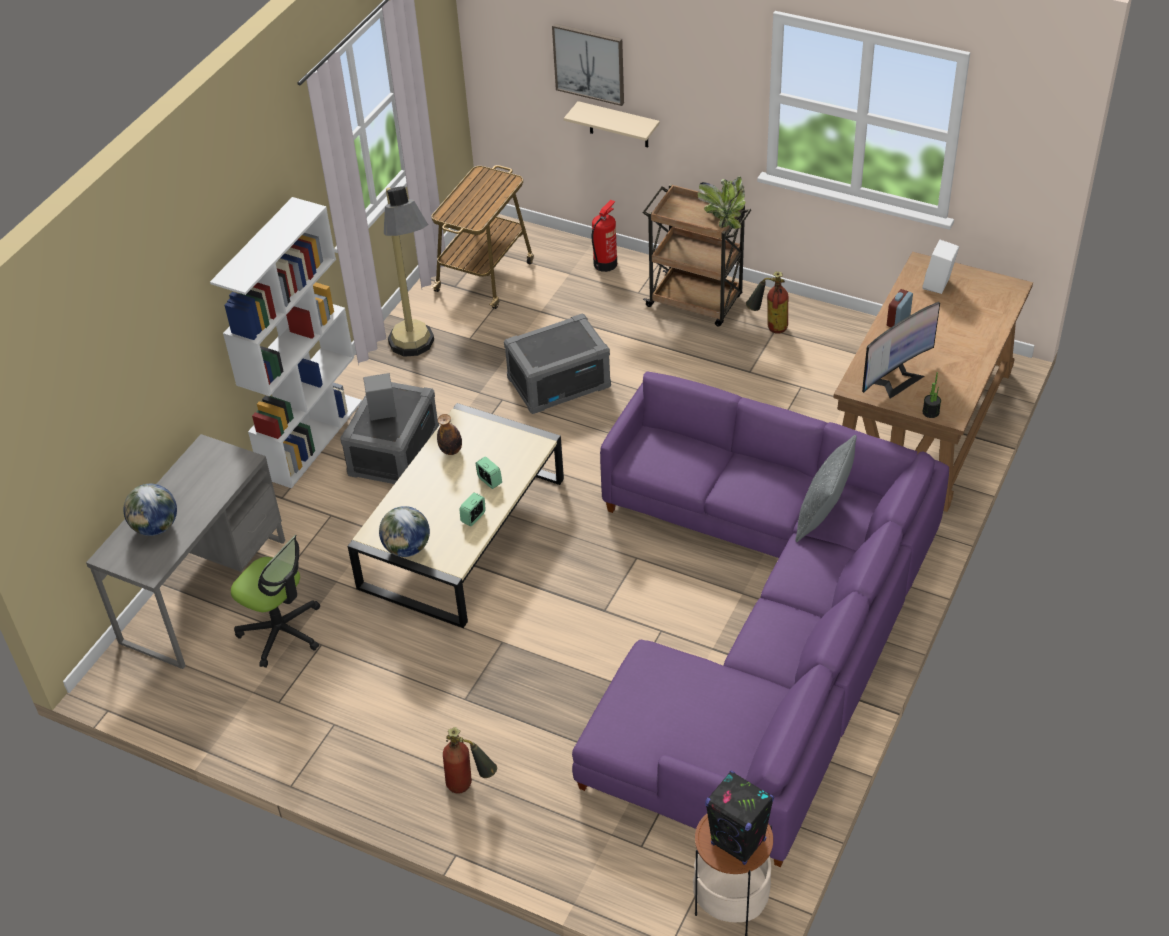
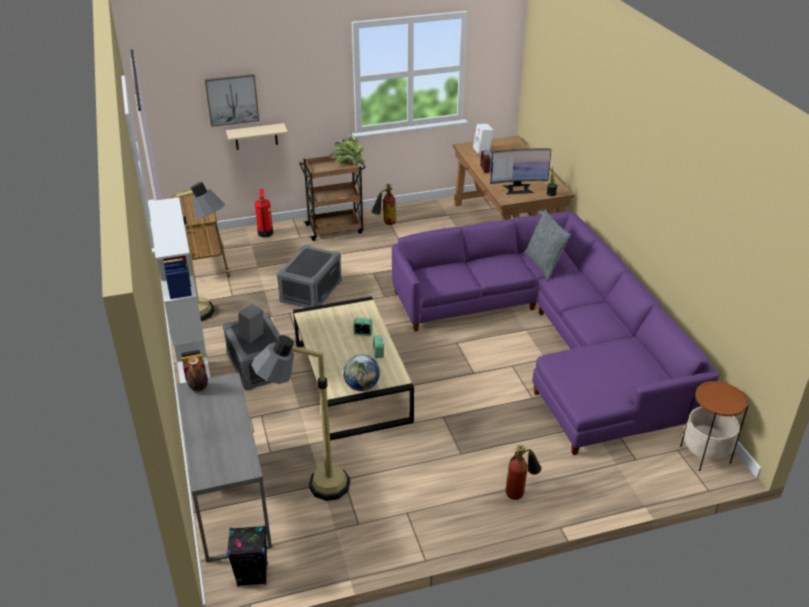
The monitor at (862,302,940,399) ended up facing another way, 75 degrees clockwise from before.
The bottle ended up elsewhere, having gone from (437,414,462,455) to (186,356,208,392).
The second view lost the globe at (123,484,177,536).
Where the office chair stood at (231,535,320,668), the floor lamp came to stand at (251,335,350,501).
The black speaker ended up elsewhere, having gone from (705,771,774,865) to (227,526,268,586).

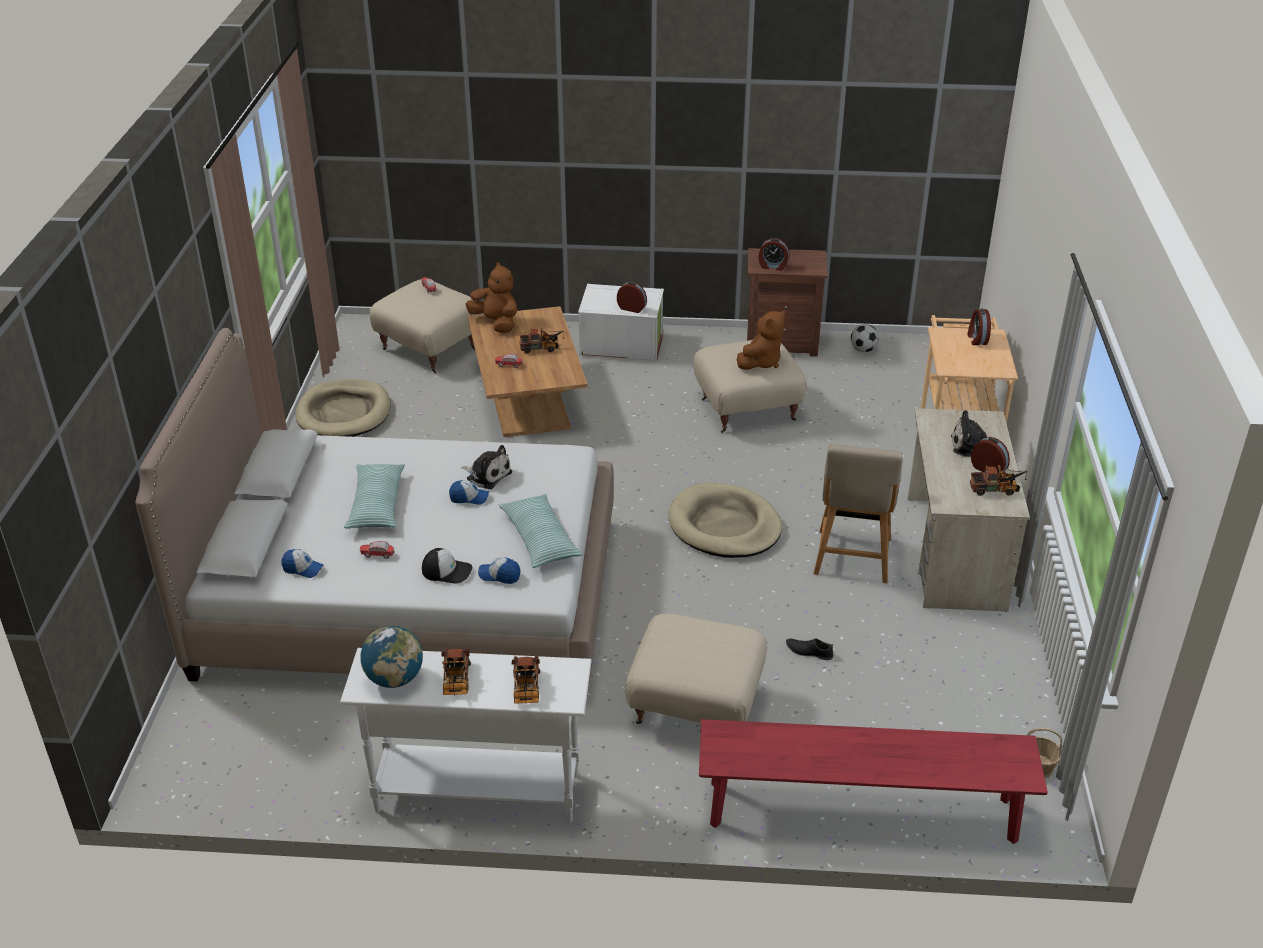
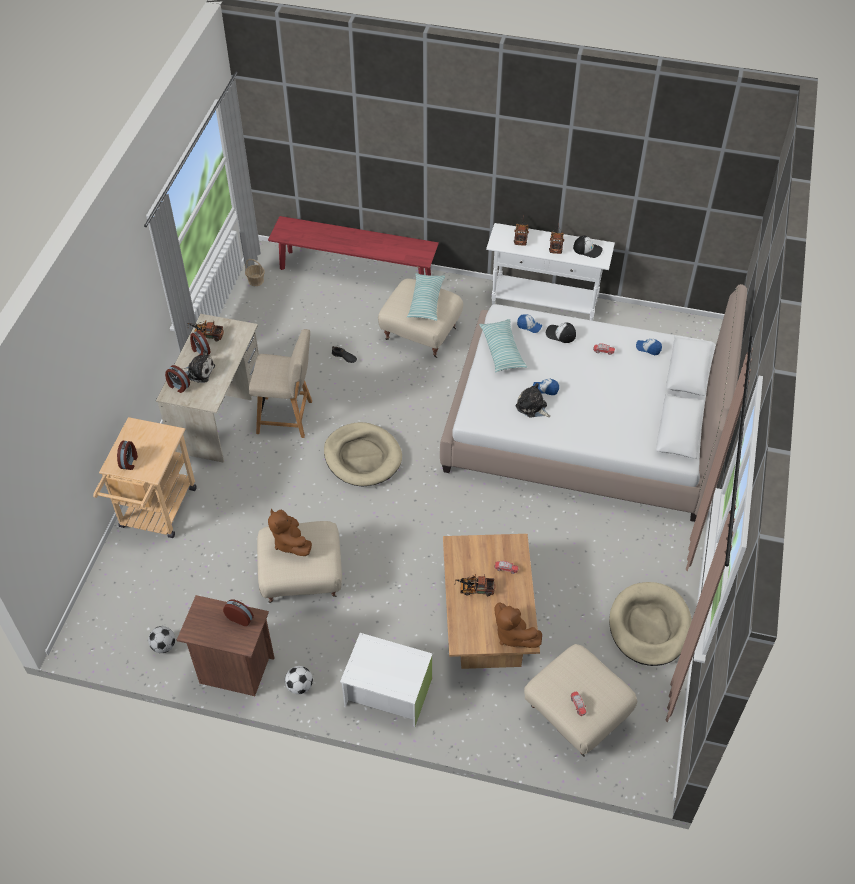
The alarm clock ended up elsewhere, having gone from (617,282,647,313) to (165,365,190,393).
The brown plush toy at (737,310,786,370) ended up facing another way, 75 degrees counterclockwise from before.
The beige chair at (814,444,903,583) ended up facing another way, 75 degrees clockwise from before.
The pillow ended up elsewhere, having gone from (344,464,405,529) to (407,273,445,321).
Where the globe stood at (360,626,423,688), the cap came to stand at (573,236,603,258).
The second view gained the football at (285,666,313,694).

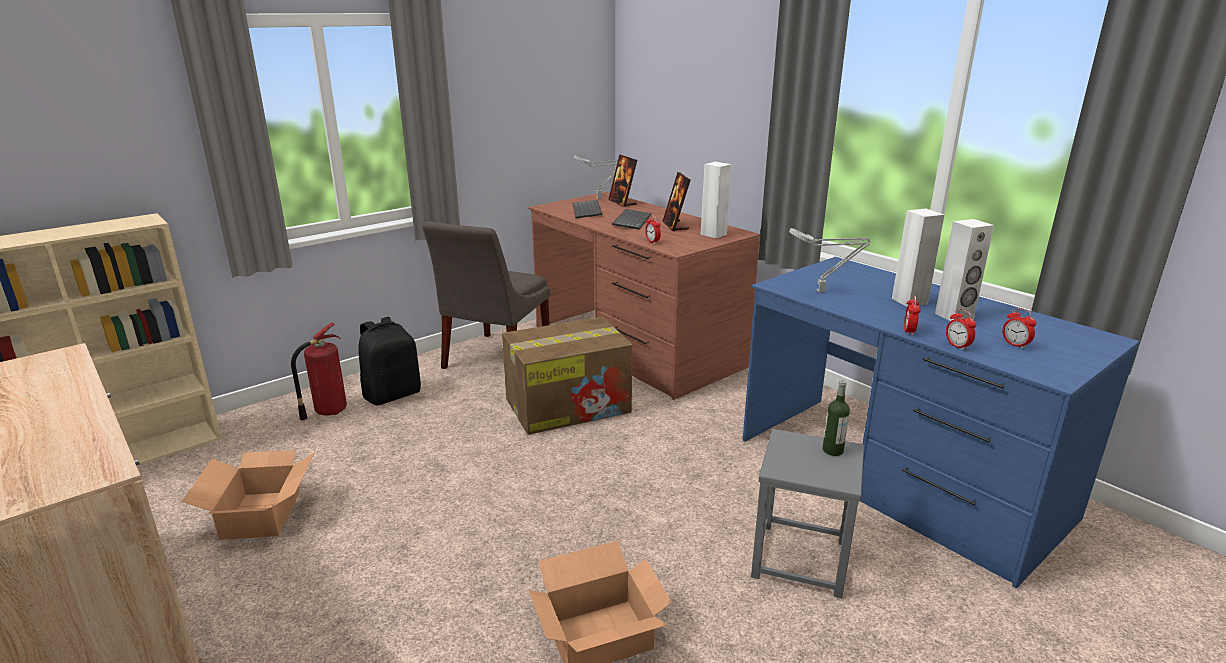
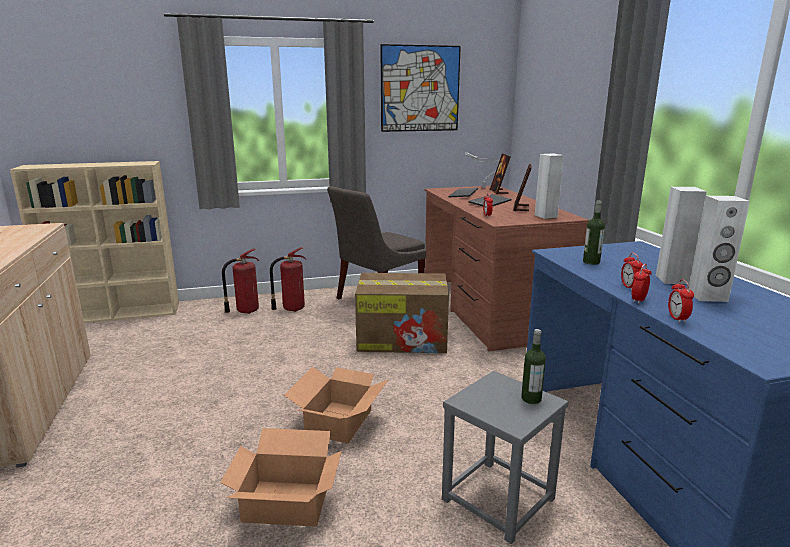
Where the grey table lamp stood at (789,228,870,293), the bottle came to stand at (583,200,605,265).
The alarm clock ended up elsewhere, having gone from (1003,308,1036,349) to (621,253,643,290).
Where the black backpack stood at (358,317,421,405), the fire extinguisher came to stand at (270,247,306,312).
The cardboard box ended up elsewhere, having gone from (182,450,315,540) to (284,367,389,444).
The second view gained the picture at (380,44,461,132).

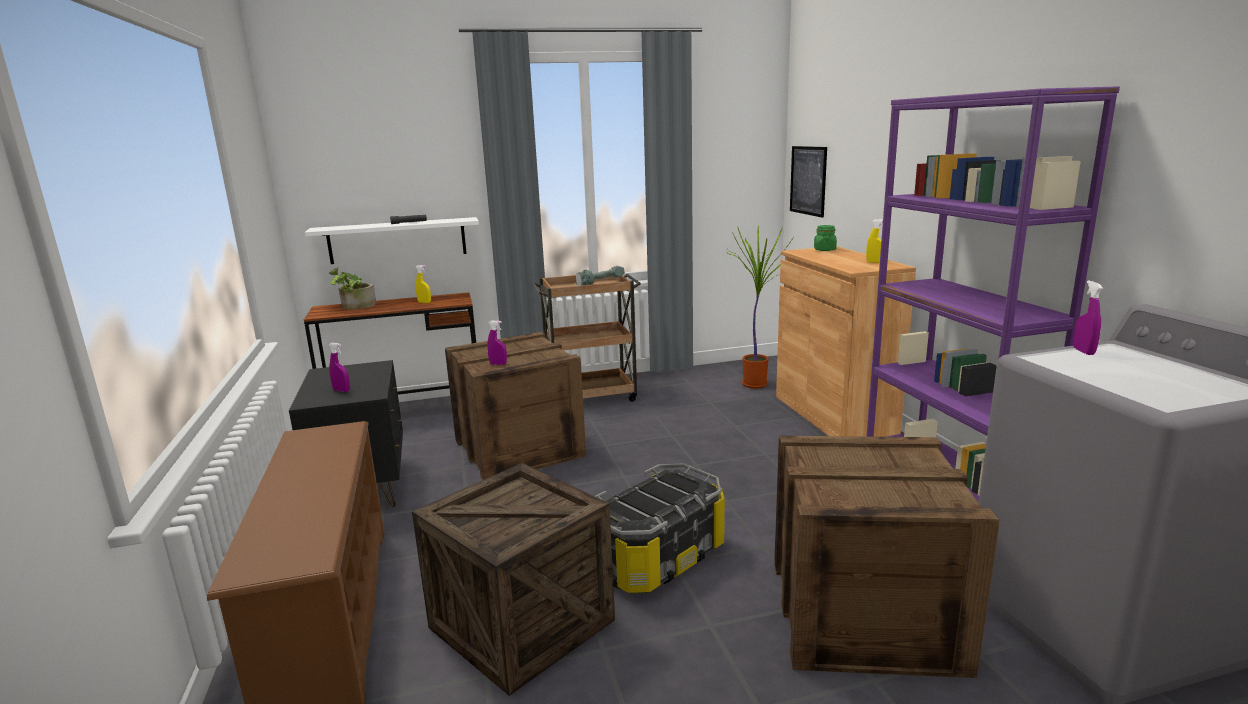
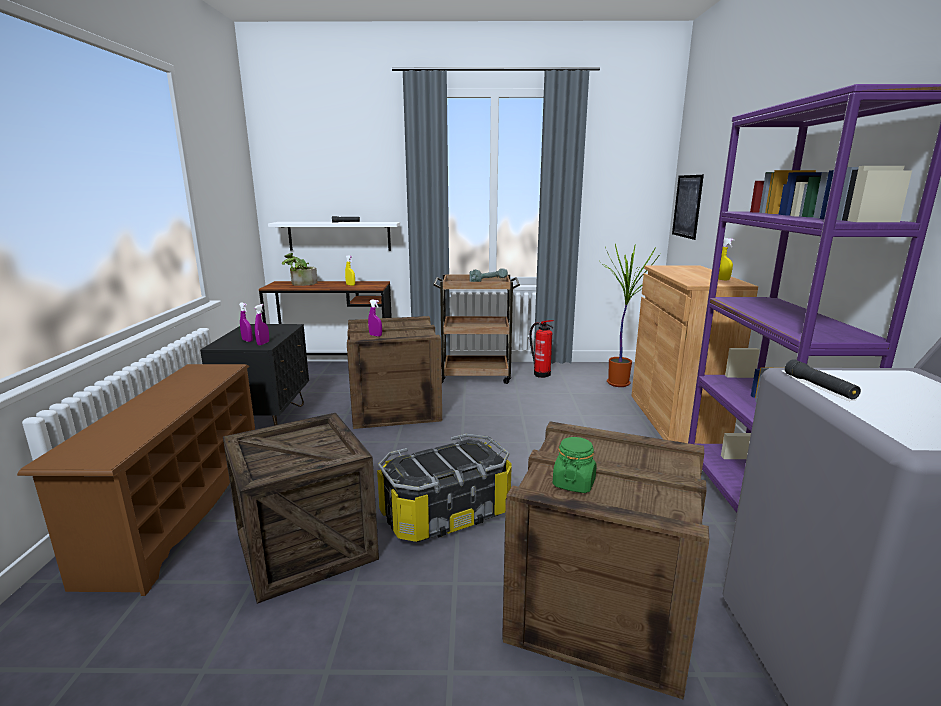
The green jar ended up elsewhere, having gone from (814,225,837,251) to (553,437,596,493).
The purple spray bottle ended up elsewhere, having gone from (1073,281,1103,355) to (255,304,269,345).
The second view gained the fire extinguisher at (529,320,554,378).
The second view gained the black flashlight at (785,359,861,400).

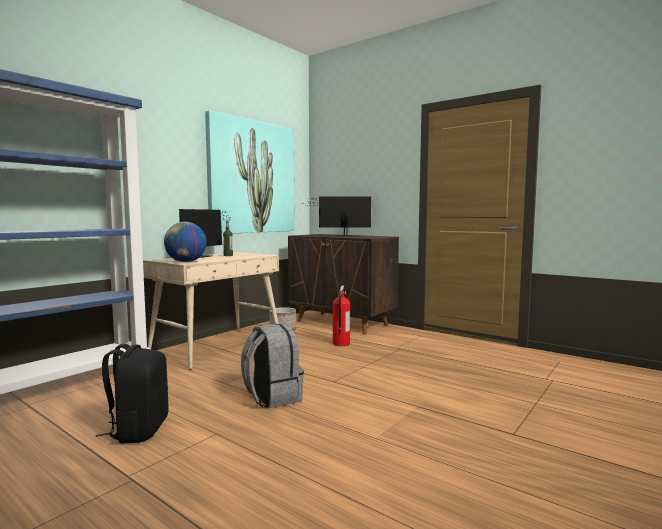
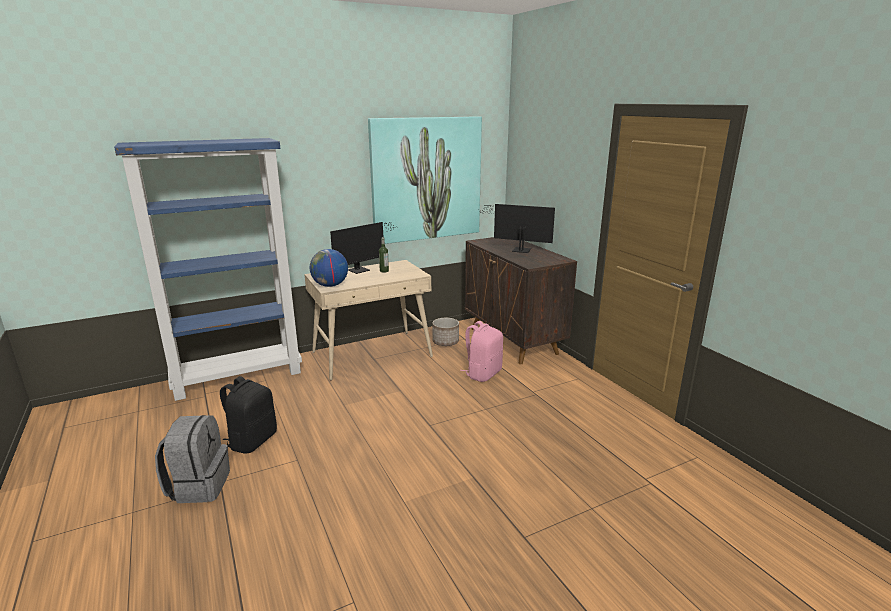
Where the fire extinguisher stood at (333,285,350,346), the pink backpack came to stand at (460,321,503,382).
The grey backpack ended up elsewhere, having gone from (241,323,304,409) to (155,415,230,503).

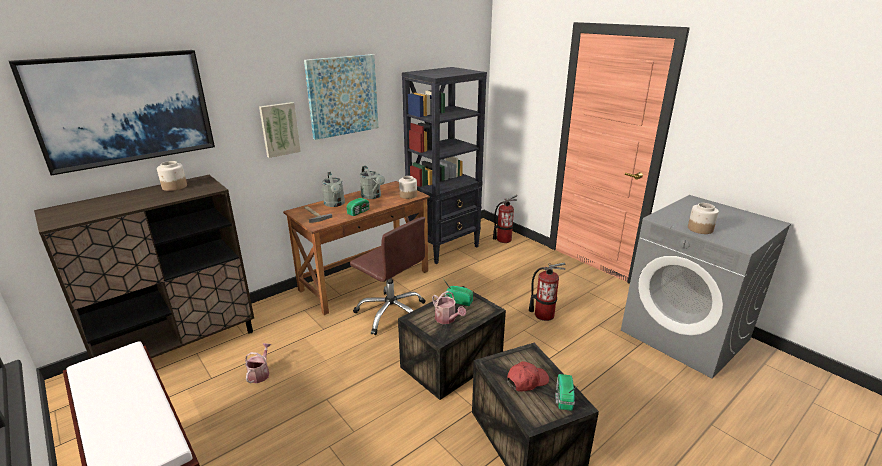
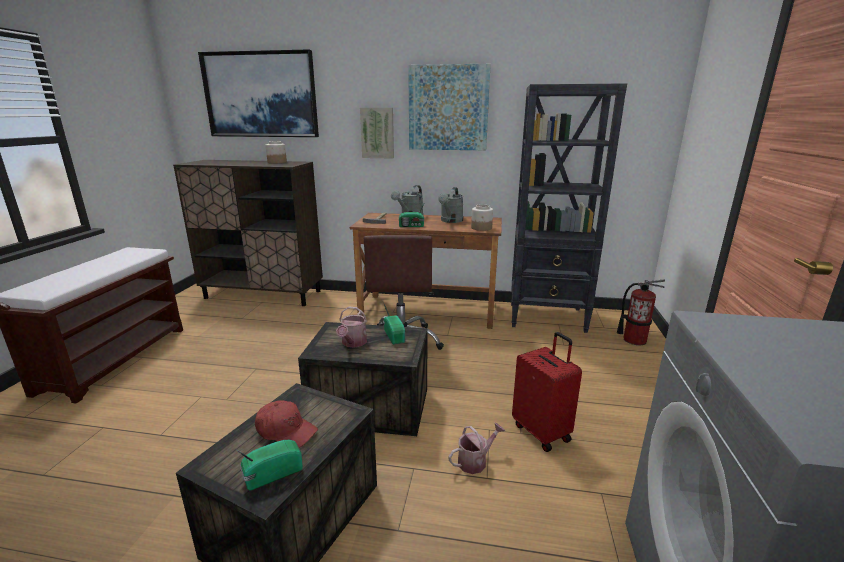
The second view lost the jar at (688,203,719,234).
Where the fire extinguisher stood at (529,262,565,321), the red suitcase came to stand at (512,332,582,452).
The watering can ended up elsewhere, having gone from (245,343,271,383) to (448,423,505,474).

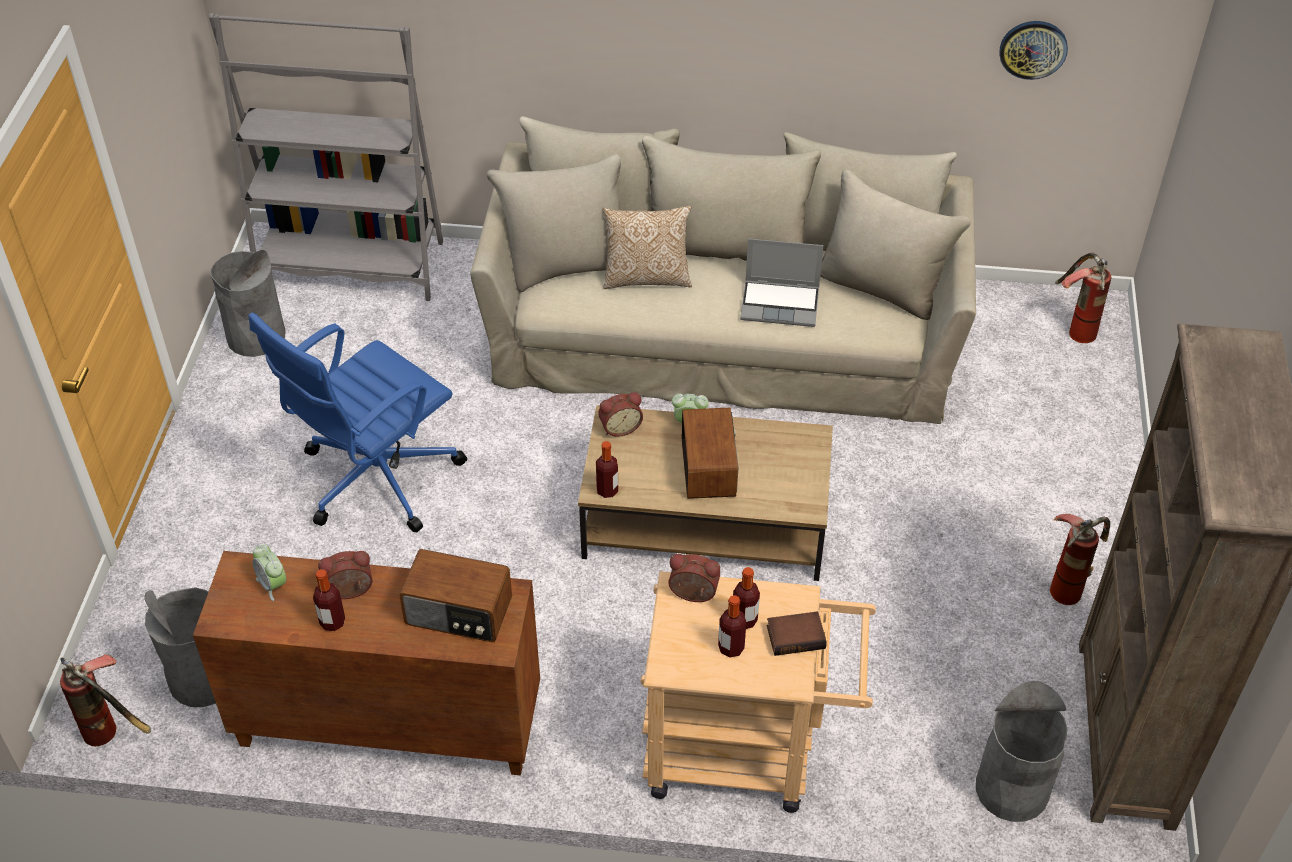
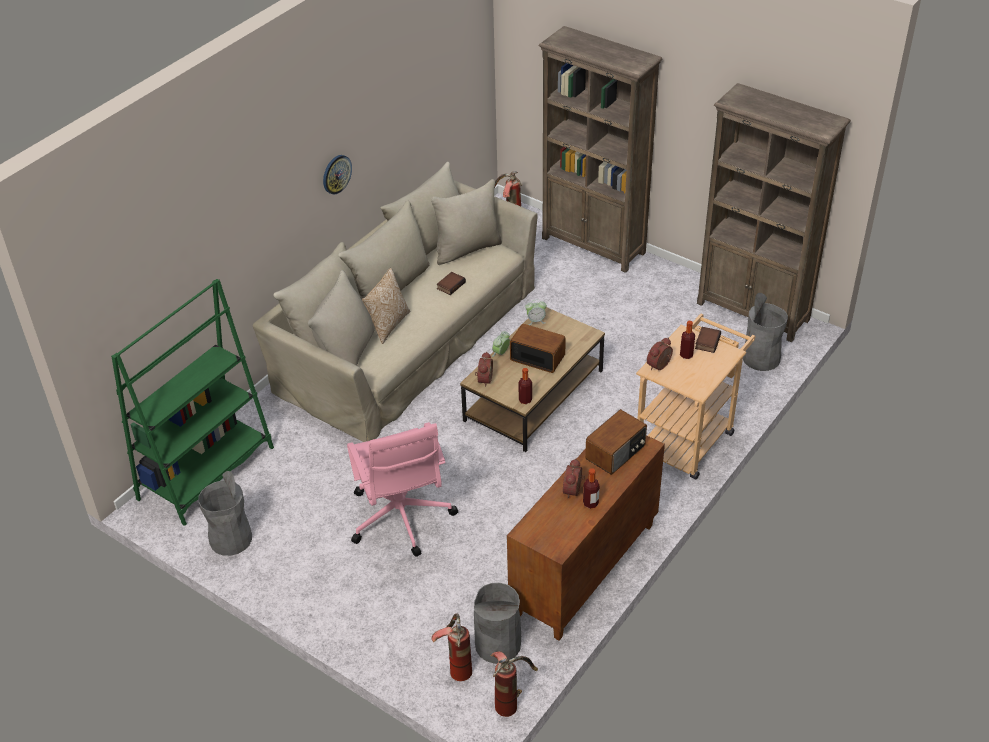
What was the grey bookcase at (209,13,443,301) turned into the green bookcase at (111,279,274,526).
The wall clock ended up elsewhere, having gone from (999,21,1068,80) to (323,155,352,195).
Where the laptop stood at (740,238,824,327), the book came to stand at (436,272,466,295).
What was the blue office chair at (249,312,467,533) turned into the pink office chair at (347,422,458,557).
The fire extinguisher ended up elsewhere, having gone from (1050,514,1110,605) to (431,613,472,681).
The alarm clock ended up elsewhere, having gone from (253,545,286,601) to (525,300,547,325).
The second view lost the bottle at (718,595,746,658).
The second view gained the brown bookcase at (539,26,663,273).

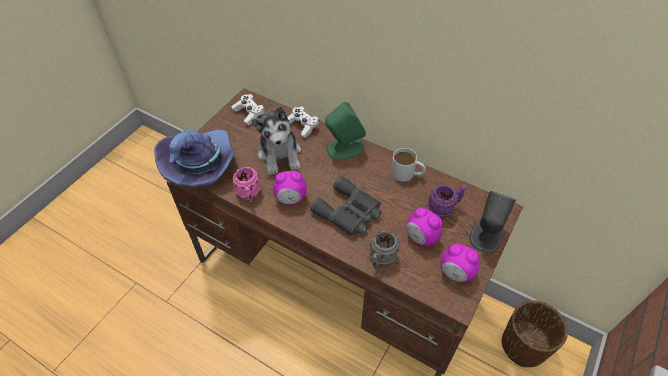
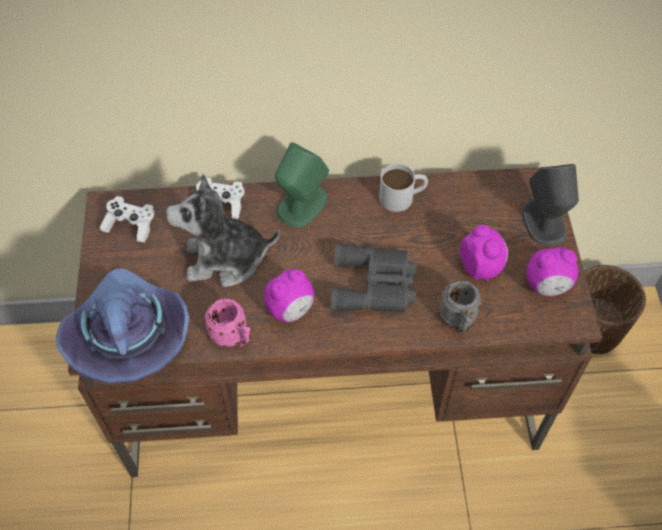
The plush toy at (251,107,301,175) ended up facing another way, 135 degrees clockwise from before.
The second view lost the purple mug at (428,185,467,218).
The alarm clock at (406,208,443,246) ended up facing another way, 120 degrees counterclockwise from before.

